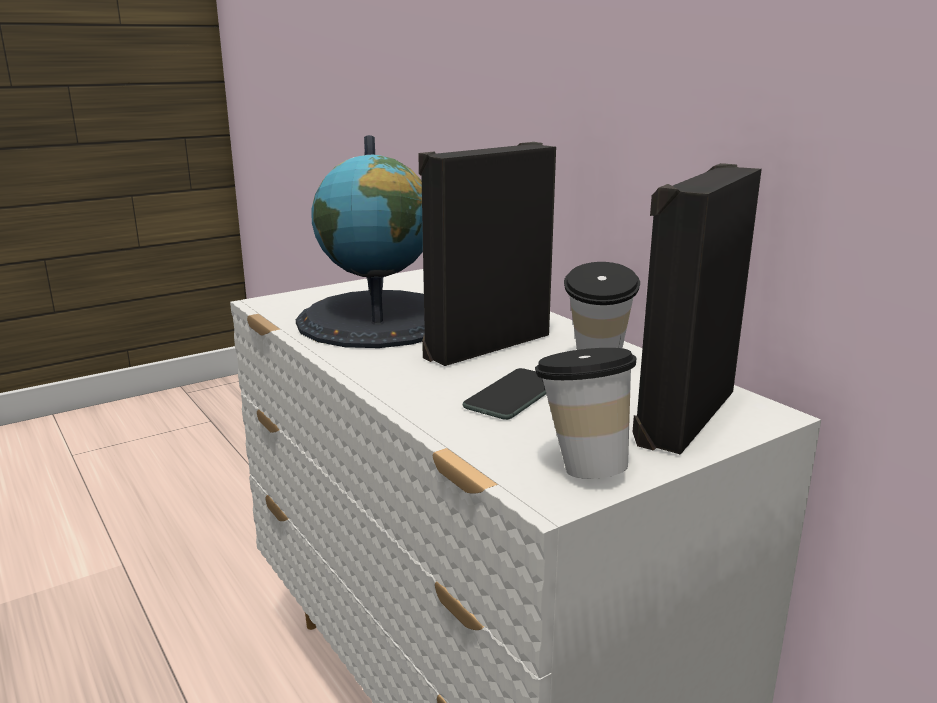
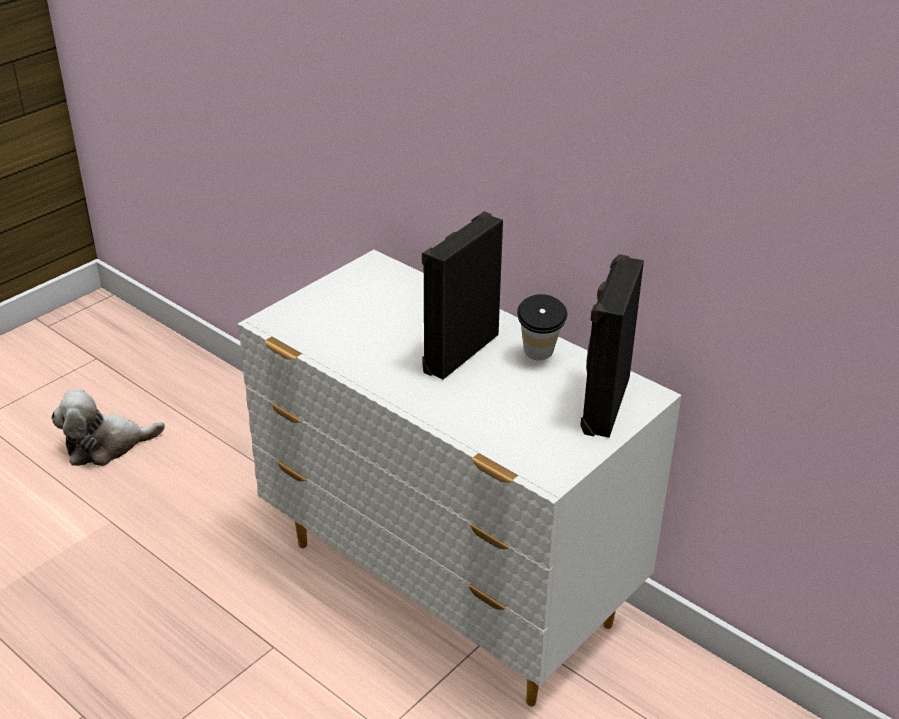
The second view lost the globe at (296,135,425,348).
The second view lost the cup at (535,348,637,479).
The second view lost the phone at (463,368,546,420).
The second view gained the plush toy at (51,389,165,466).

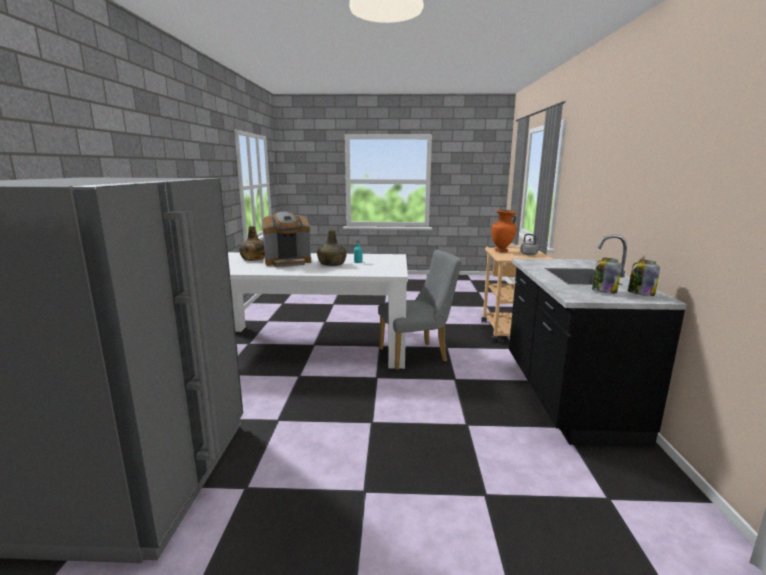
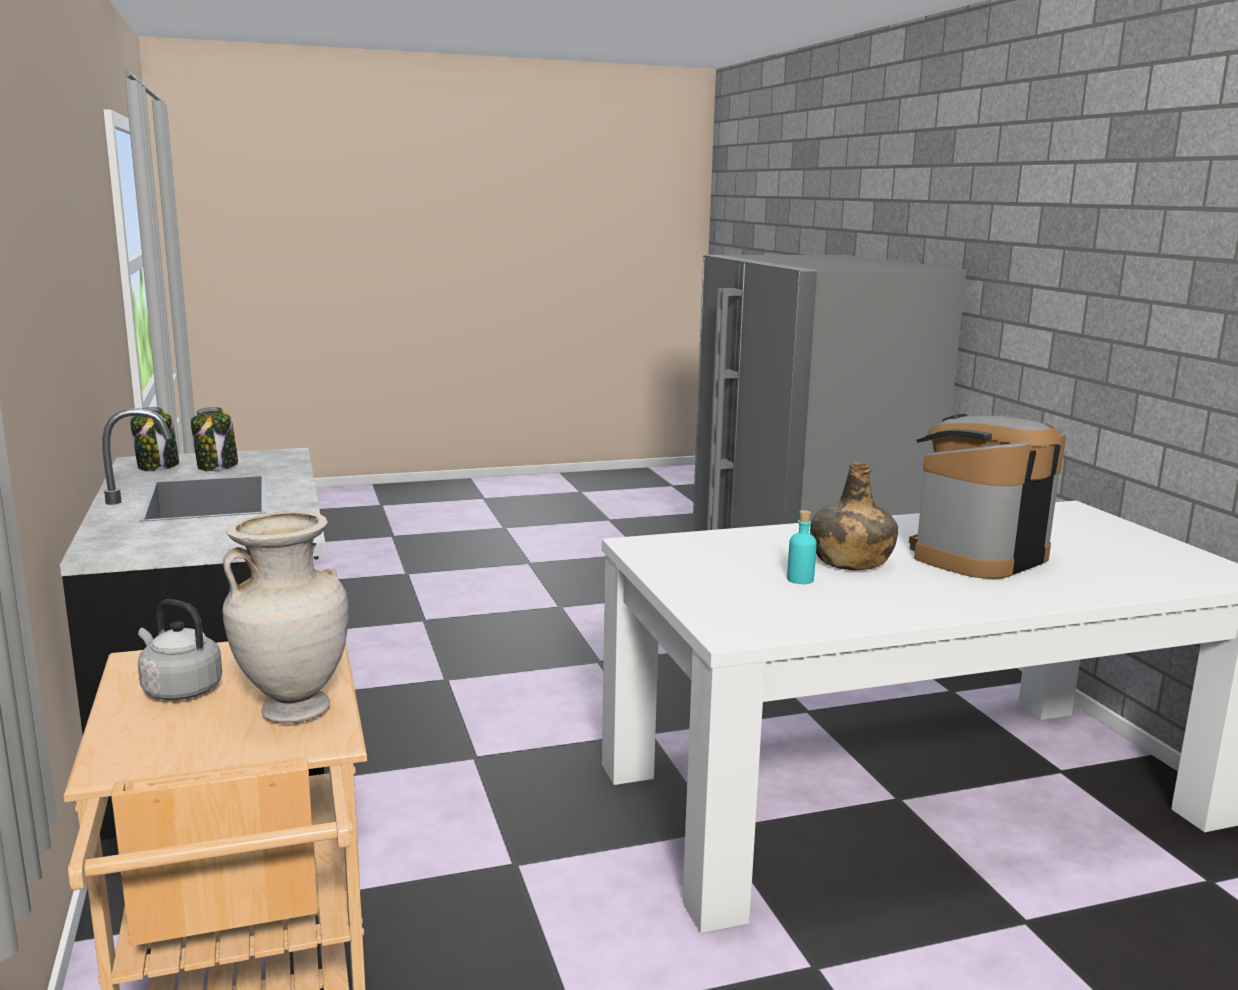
What was the orange vase at (491,210,517,252) turned into the beige vase at (222,511,349,724).
The second view lost the green bottle at (239,226,265,261).
The second view lost the grey chair at (378,250,462,370).

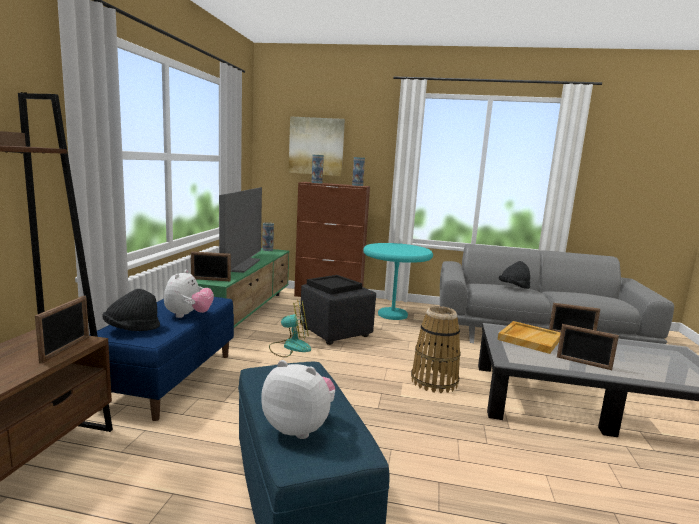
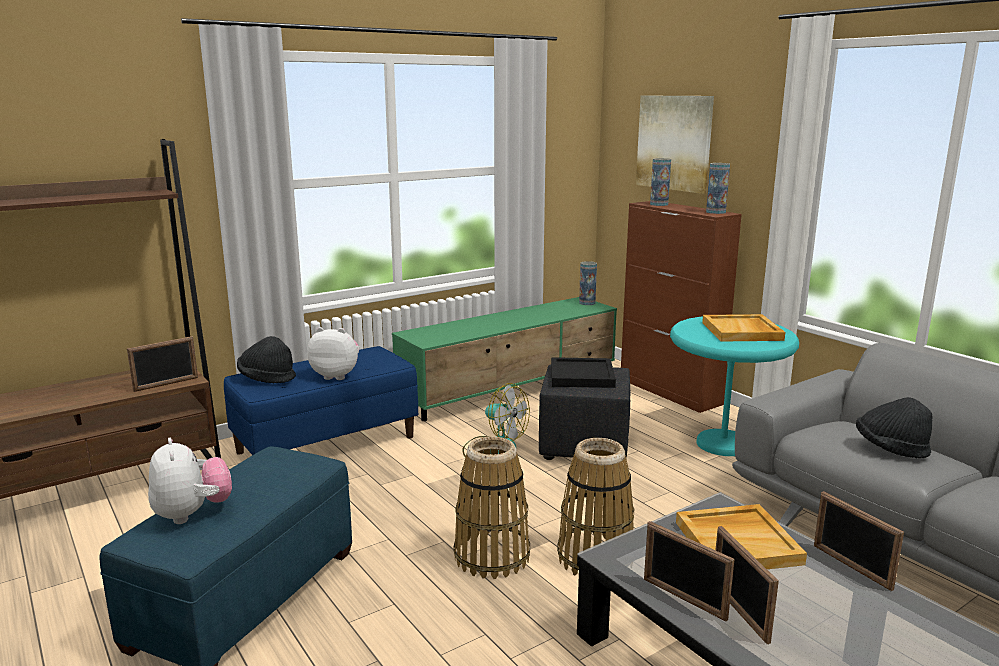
The second view lost the television at (219,187,262,273).
The picture frame ended up elsewhere, having gone from (191,251,231,281) to (644,521,734,621).
The plush toy at (164,270,214,318) ended up facing another way, 135 degrees counterclockwise from before.
The second view gained the beige tray at (702,314,785,342).
The second view gained the basket at (454,437,530,579).

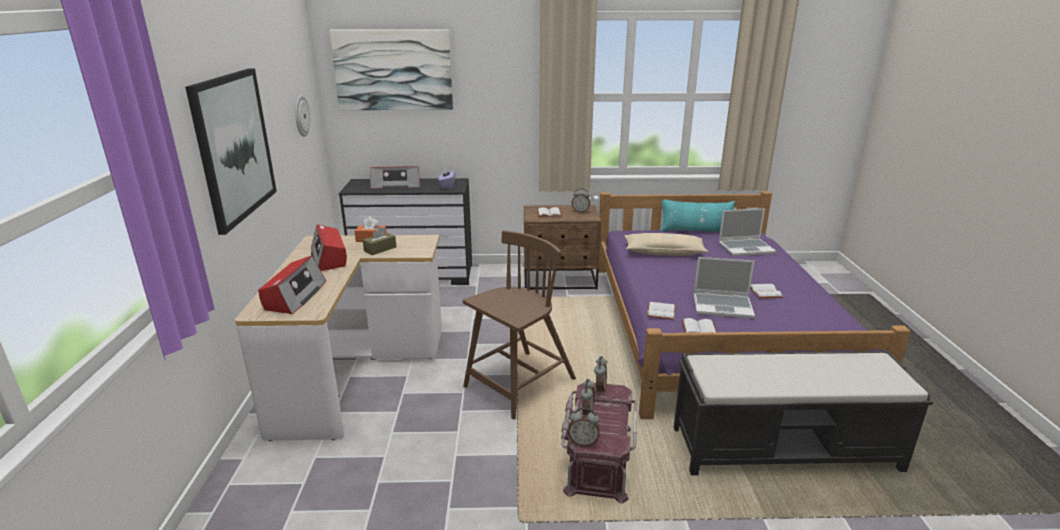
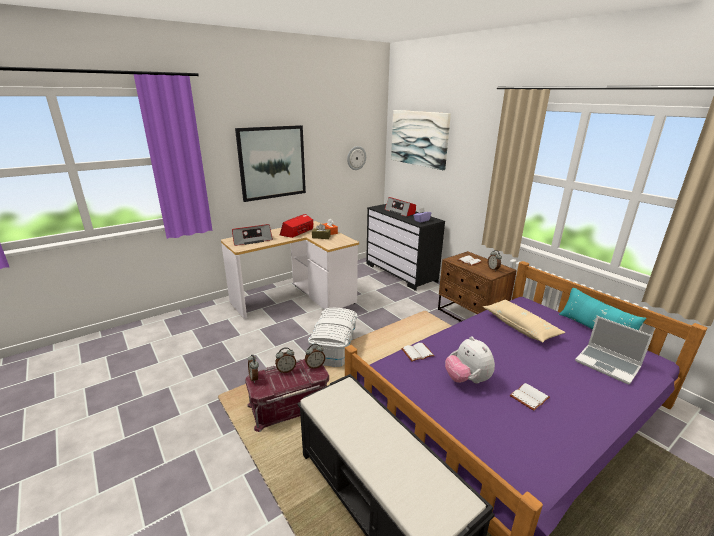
Where the brown chair stood at (463,230,576,419), the white storage box came to stand at (308,308,357,367).
Where the laptop stood at (694,257,755,318), the plush toy came to stand at (445,336,495,384).
The second view lost the white book at (682,318,717,333).

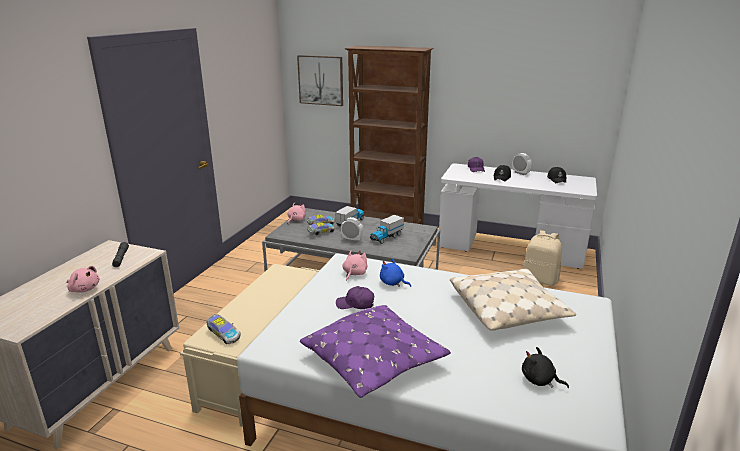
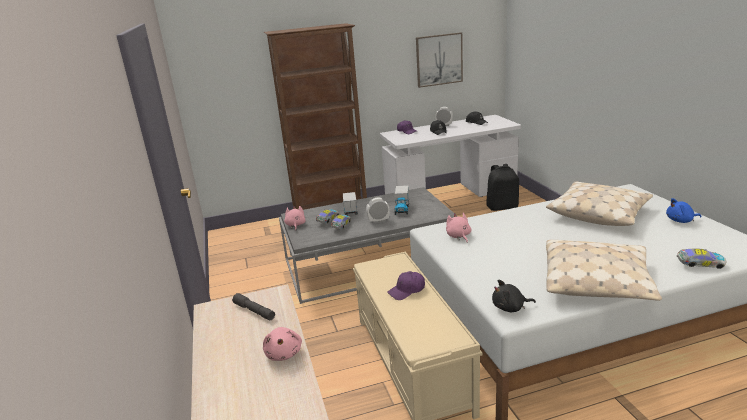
The picture ended up elsewhere, having gone from (297,55,343,106) to (416,32,463,88).
What was the beige backpack at (523,230,562,286) turned into the black backpack at (486,164,519,211).
The blue plush toy ended up elsewhere, having gone from (380,258,411,287) to (666,198,701,223).
The pink plush toy at (67,266,99,292) ended up facing another way, 90 degrees clockwise from before.
The purple cap ended up elsewhere, having gone from (336,286,374,309) to (387,271,425,300).
What was the purple pillow at (300,305,451,398) turned into the beige pillow at (546,240,662,301).
The toy car ended up elsewhere, having gone from (207,314,241,344) to (677,248,726,269).
The black plush toy ended up elsewhere, having gone from (522,347,569,388) to (492,280,536,312).

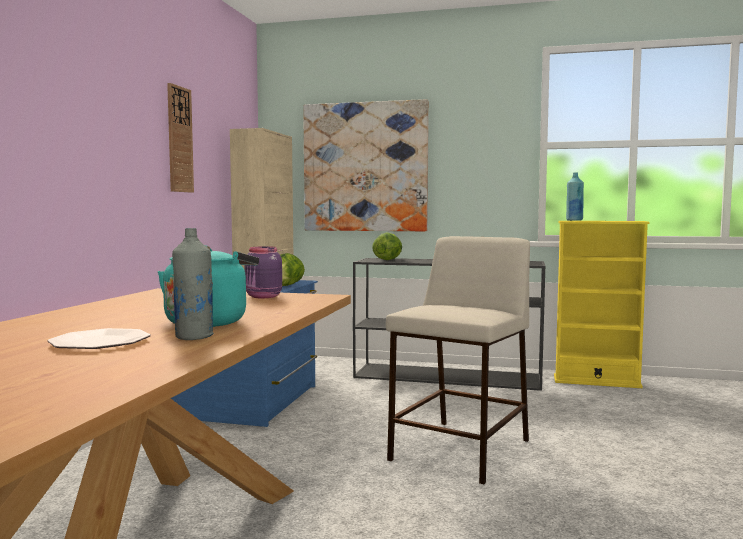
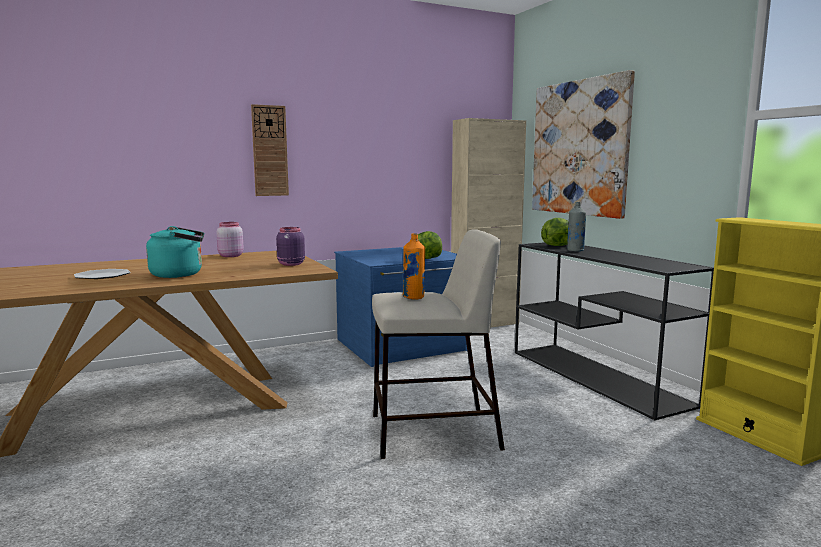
The wall clock ended up elsewhere, having gone from (167,83,194,193) to (251,104,289,196).
The second view lost the blue bottle at (566,173,584,221).
The grey bottle ended up elsewhere, having gone from (172,228,214,340) to (567,202,586,252).
The second view gained the pink jar at (216,222,244,257).
The second view gained the orange bottle at (402,233,425,300).

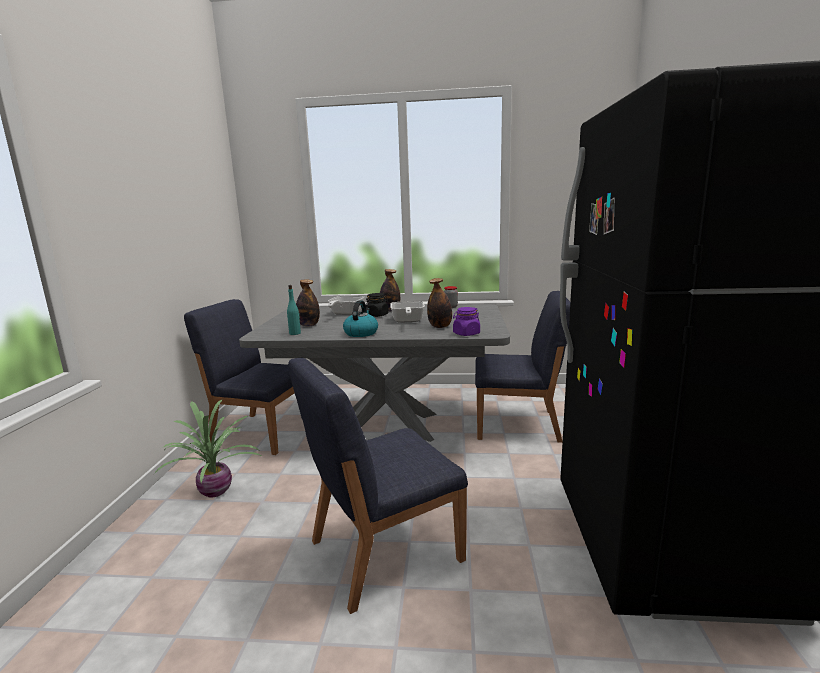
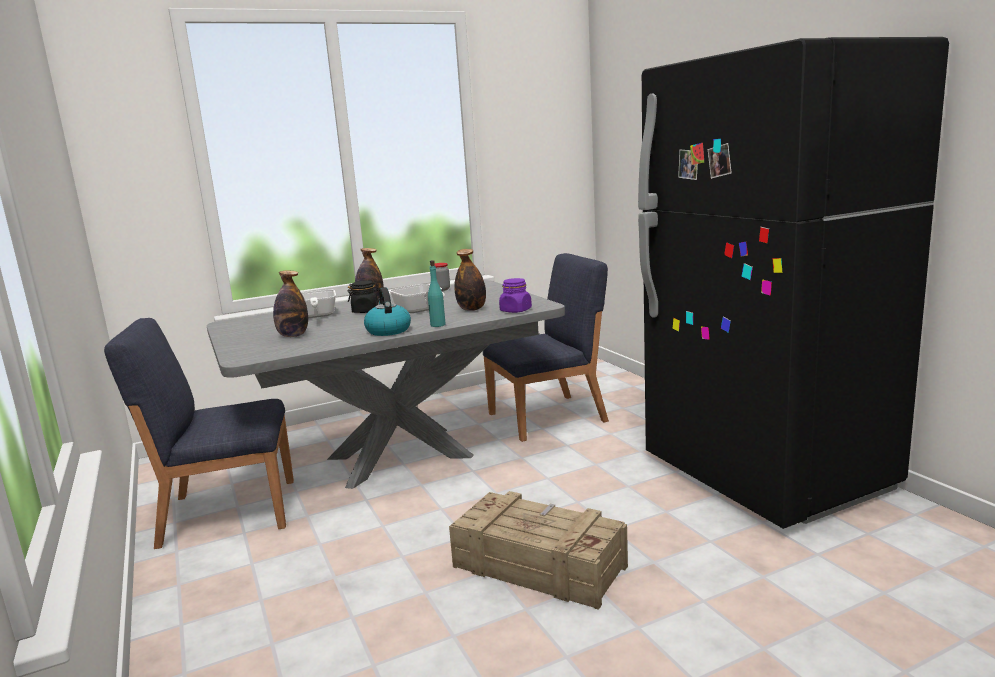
The turquoise bottle ended up elsewhere, having gone from (287,285,301,335) to (428,260,446,327).
Where the blue chair stood at (288,358,468,614), the crate came to stand at (449,491,628,610).
The second view lost the potted plant at (154,400,261,498).

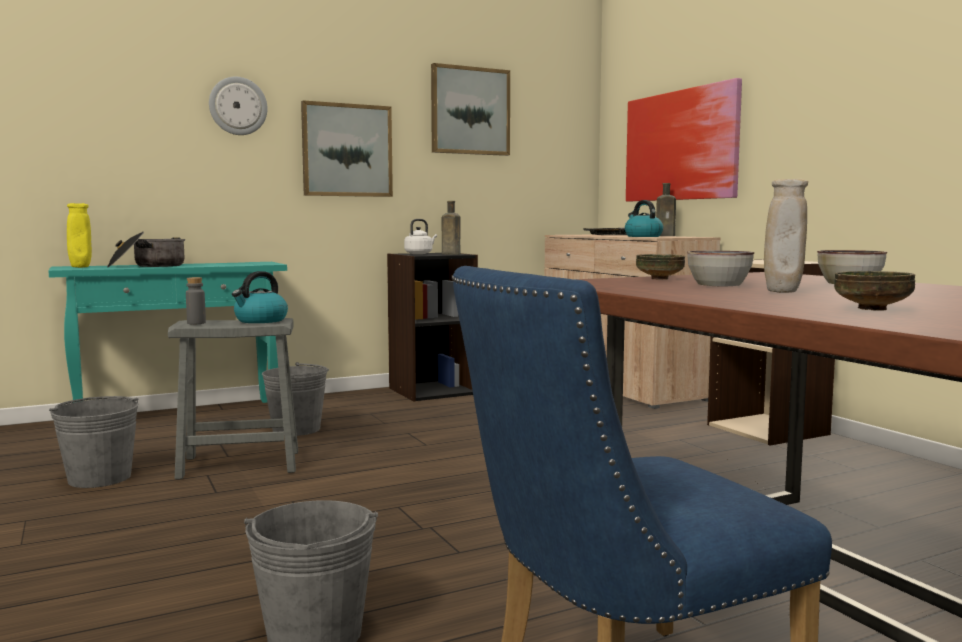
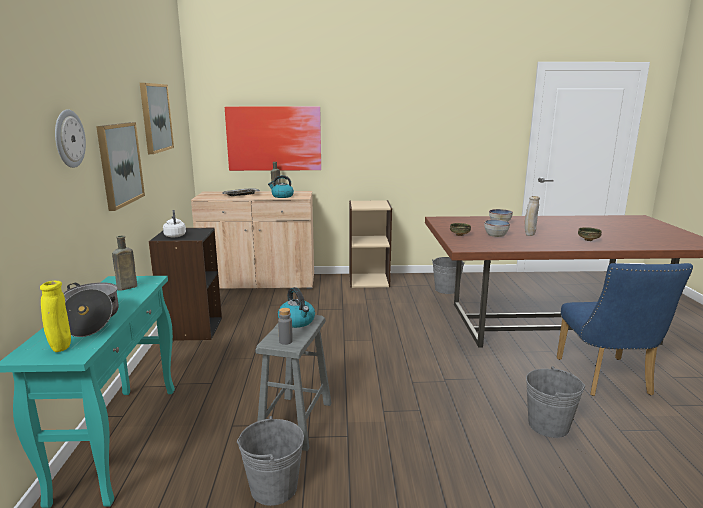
The brown bottle ended up elsewhere, having gone from (442,201,460,255) to (112,235,137,291).
The grey bucket ended up elsewhere, having gone from (262,362,329,436) to (432,257,465,294).

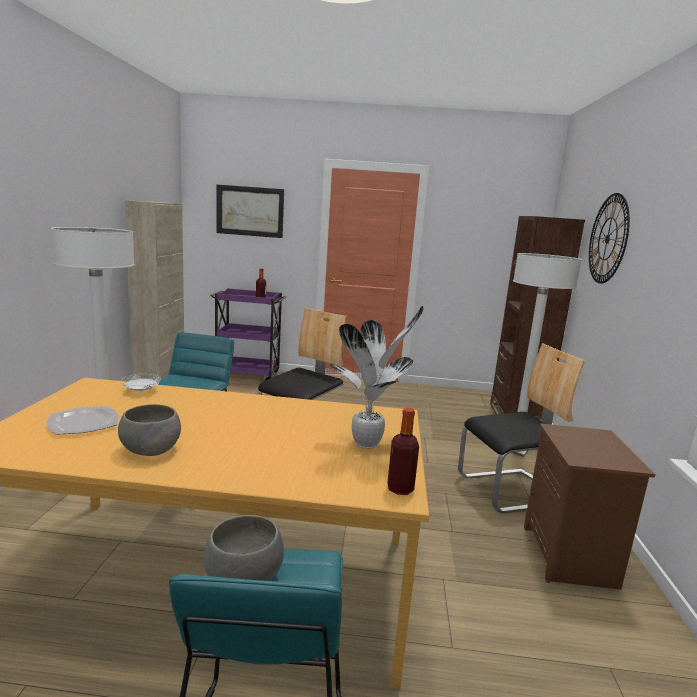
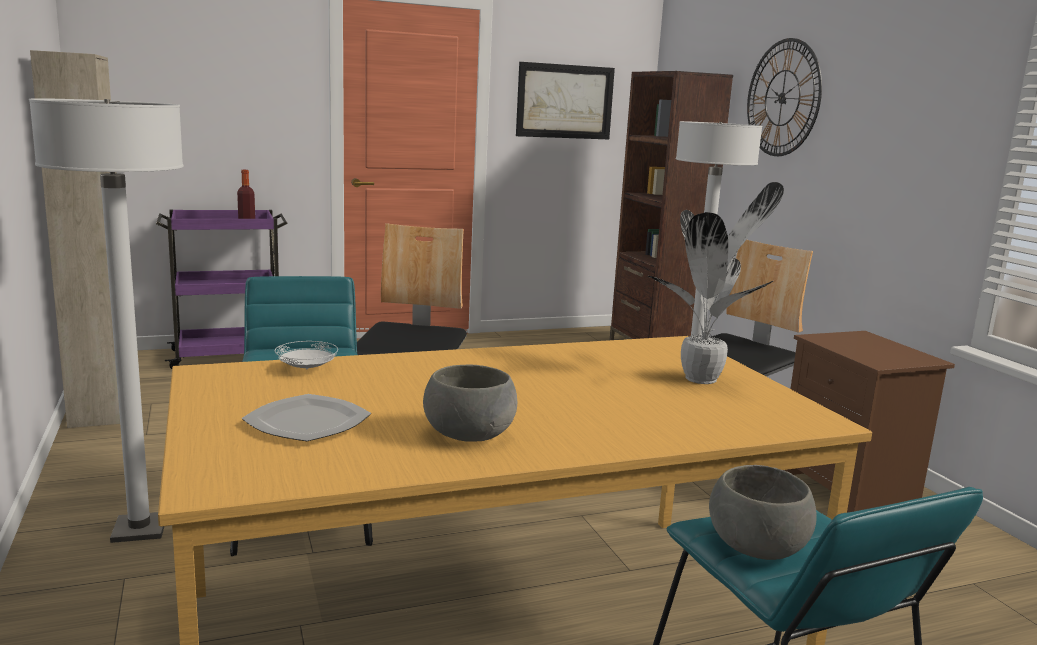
The picture ended up elsewhere, having gone from (216,185,284,238) to (516,62,615,139).
The second view lost the bottle at (387,408,419,495).

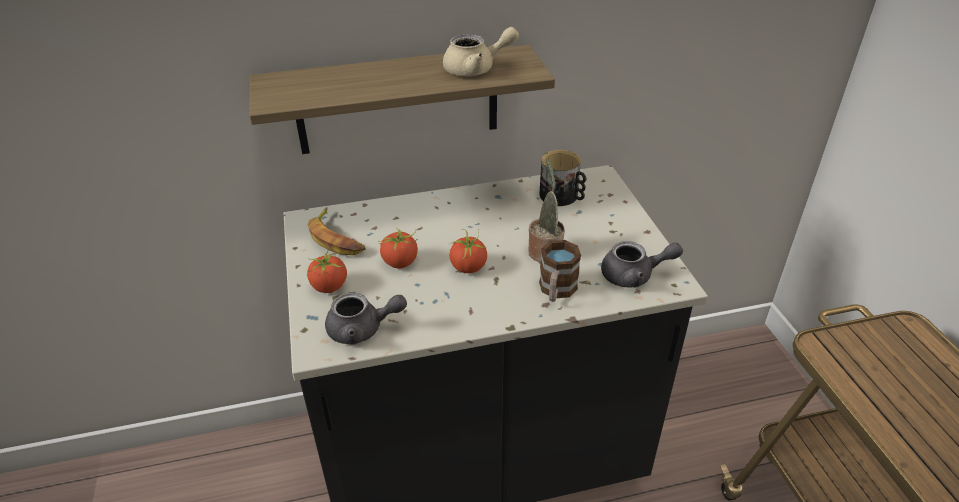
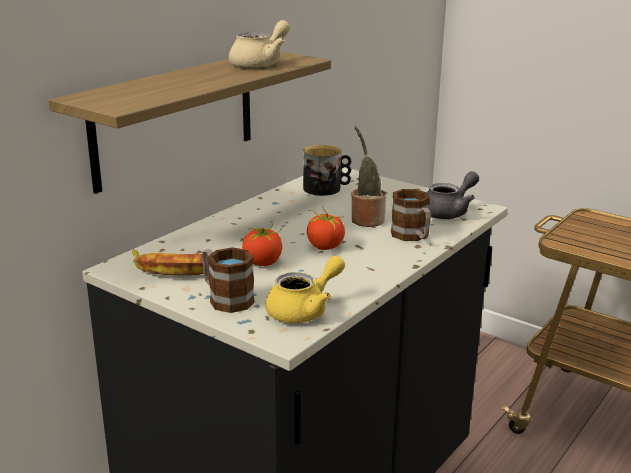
Where the tomato stood at (307,250,347,293), the mug came to stand at (202,247,255,313).
What was the grey teapot at (325,292,407,345) turned into the yellow teapot at (265,256,345,323).

